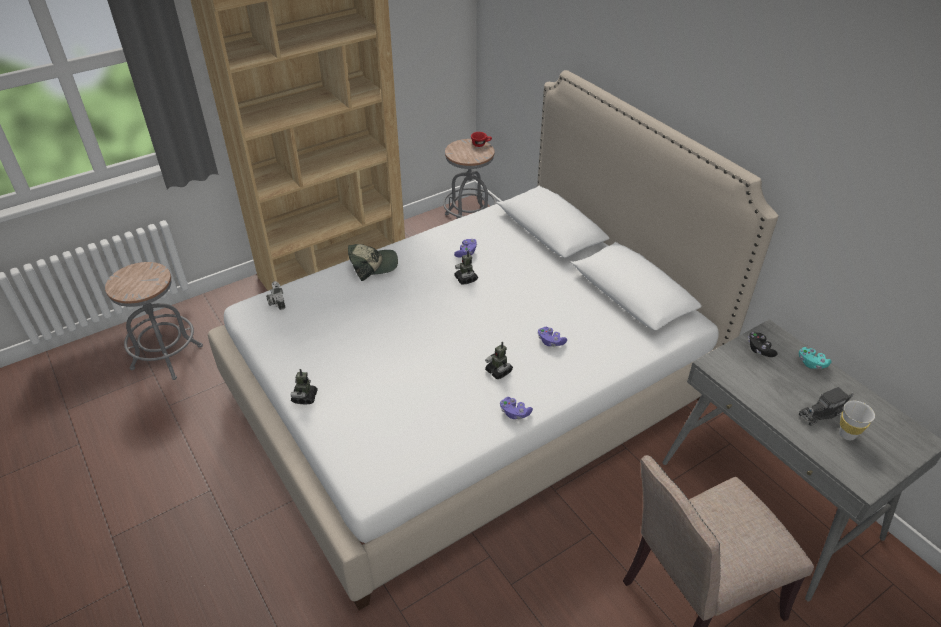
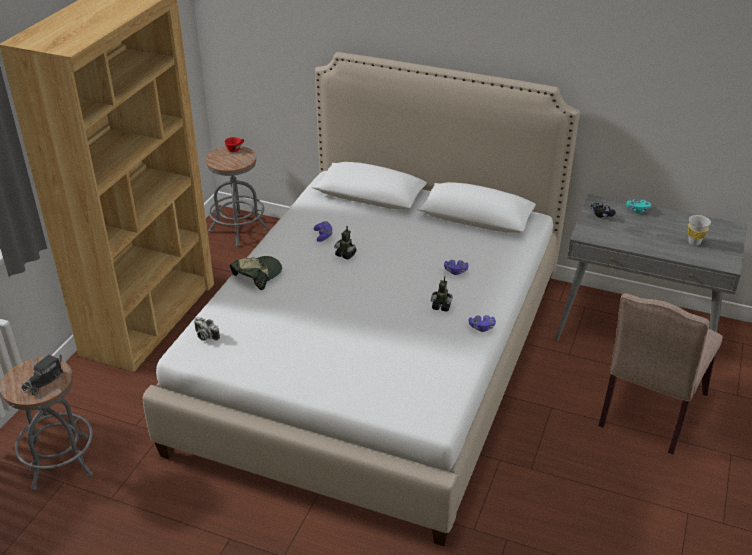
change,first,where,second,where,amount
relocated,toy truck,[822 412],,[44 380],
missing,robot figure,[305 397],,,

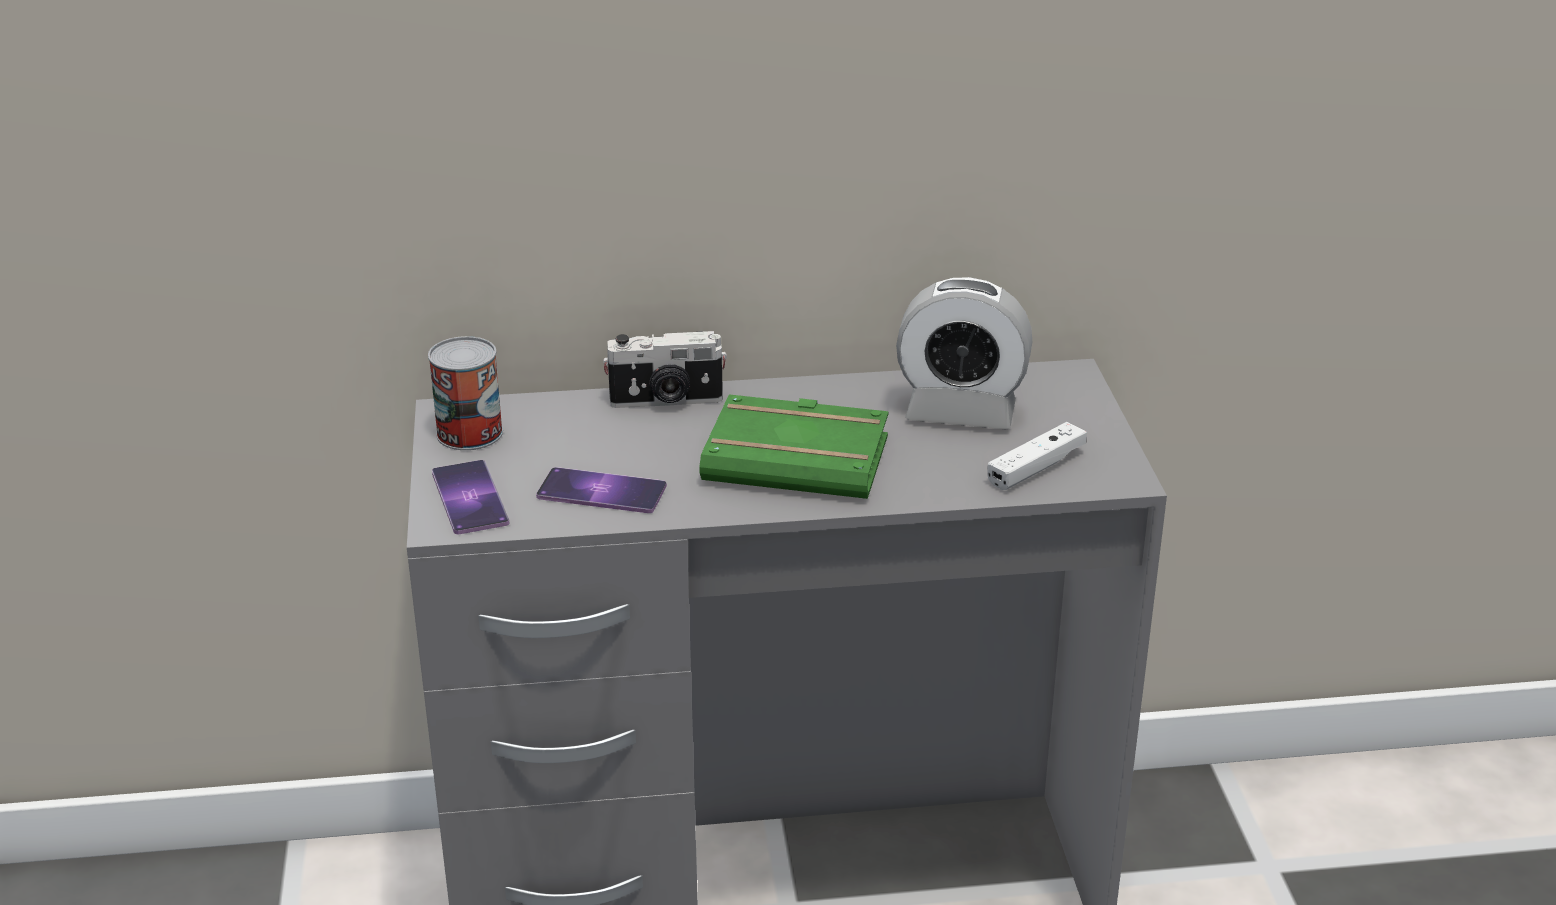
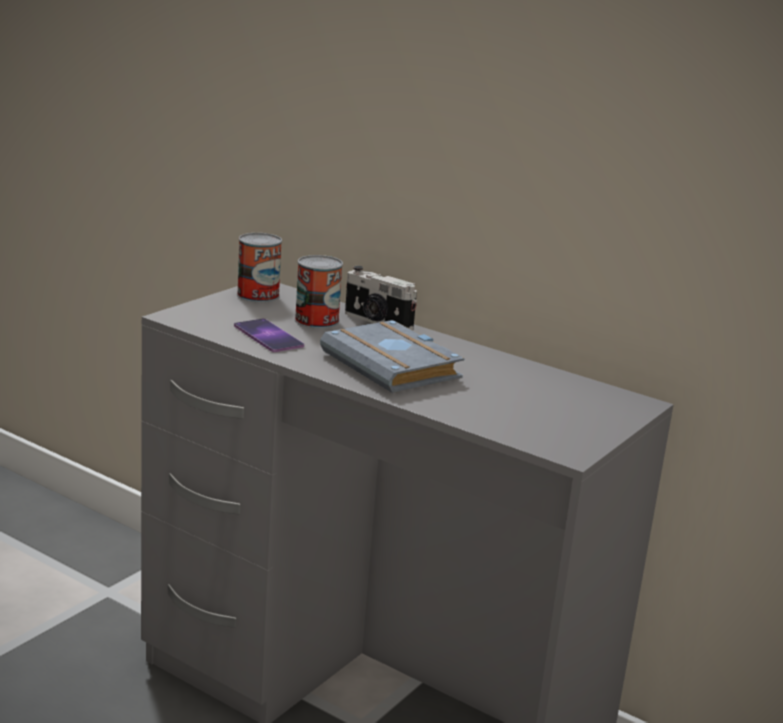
change,first,where,second,where,amount
appeared,,,metal can,[316 321],
colour,volume in greenish,[800 458],volume in grey,[395 367],
missing,handset,[470 498],,,
missing,table clock,[960 413],,,
missing,joypad in white-coloured,[1036 467],,,

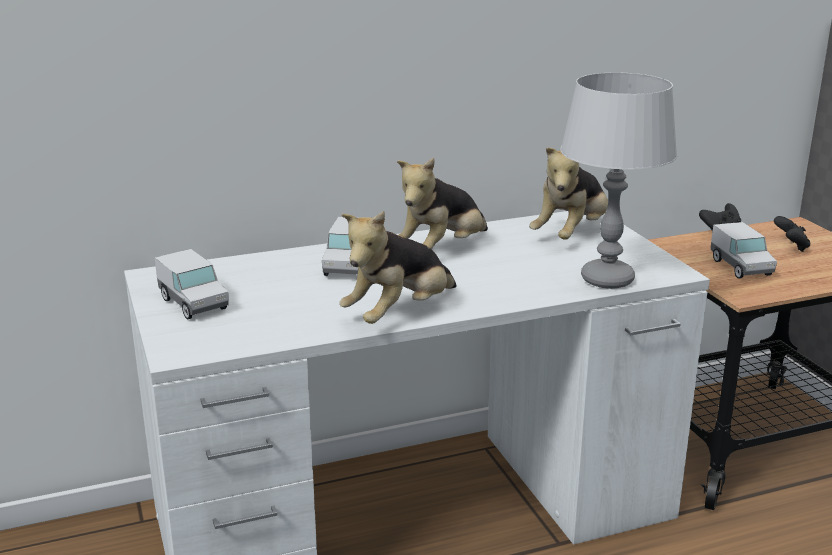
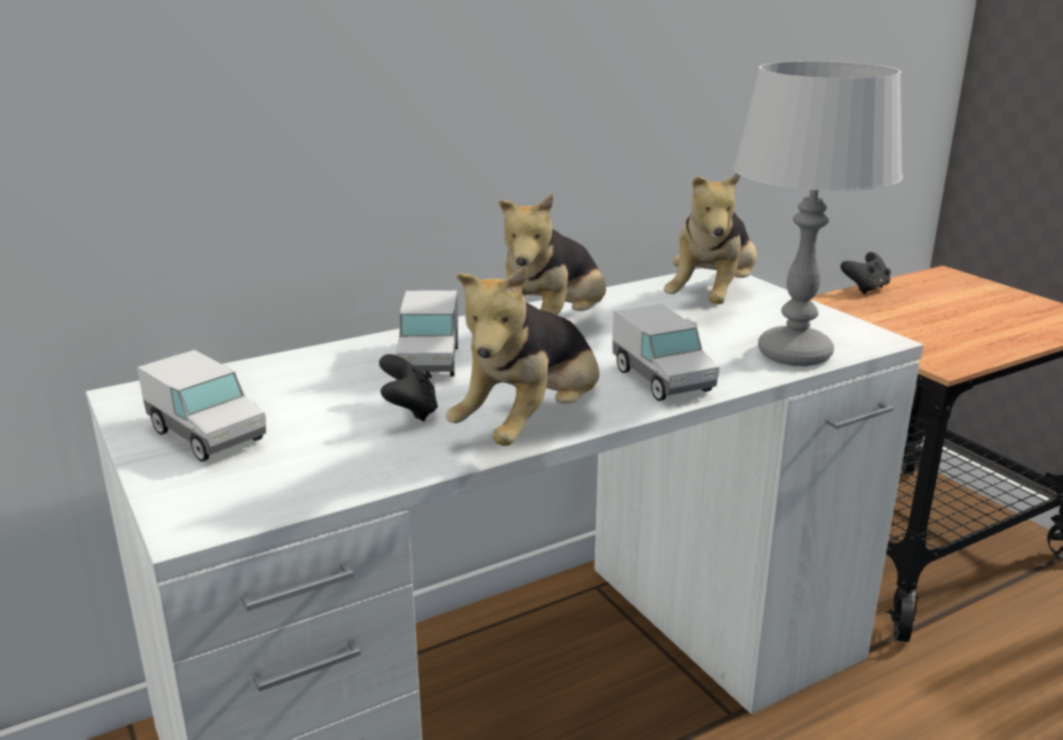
change,first,where,second,where,amount
relocated,joypad in blackish,[791 247],,[409 411],
relocated,toy truck,[740 267],,[661 380],

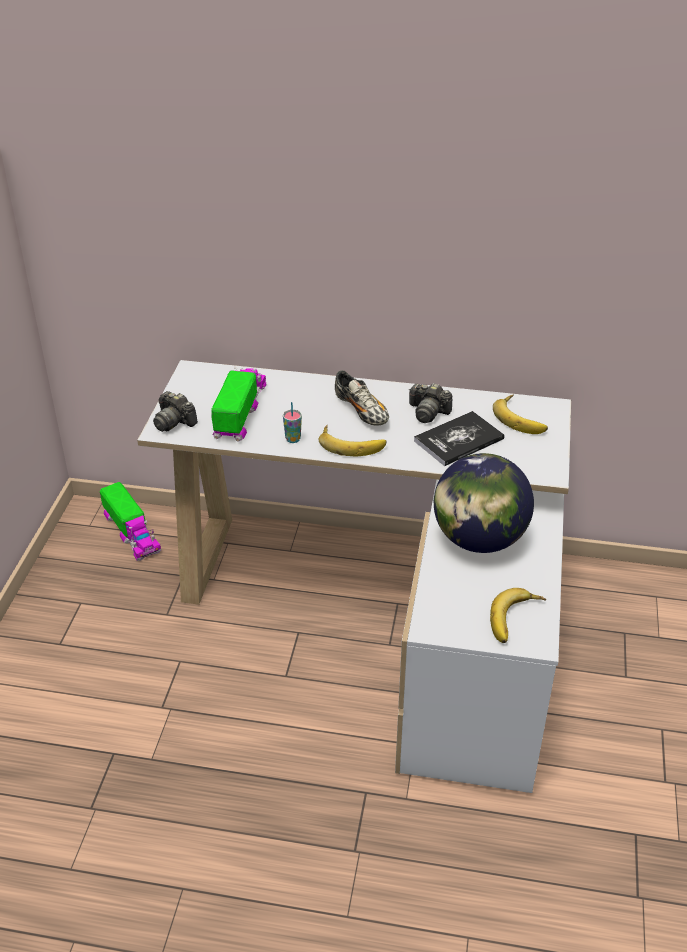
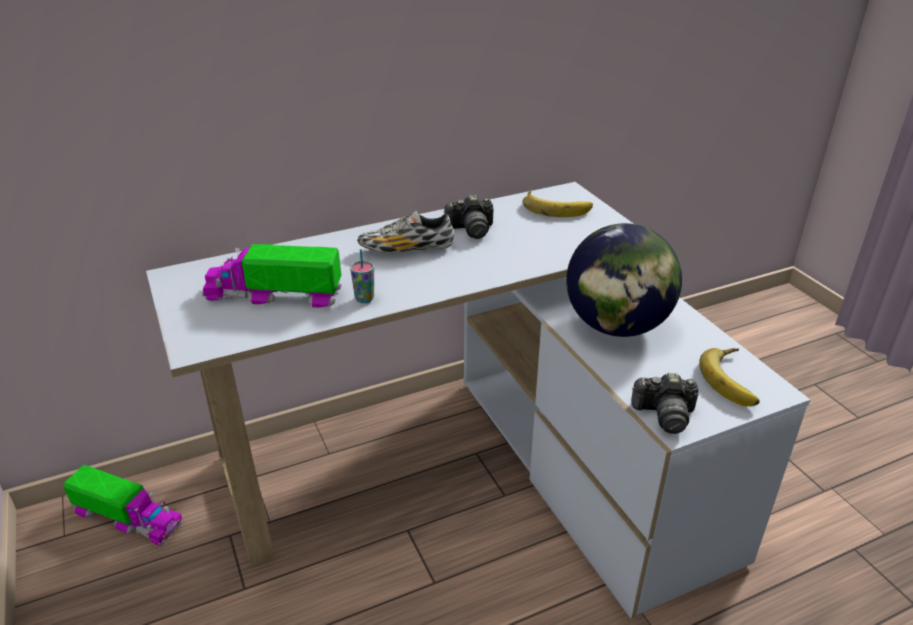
change,first,where,second,where,amount
spun,toy truck,[240 412],,[274 295],60 degrees counterclockwise
spun,shoe,[361 411],,[406 250],150 degrees clockwise
relocated,photo camera,[174 422],,[664 415],
missing,whole banana,[352 443],,,
missing,volume,[459 440],,,

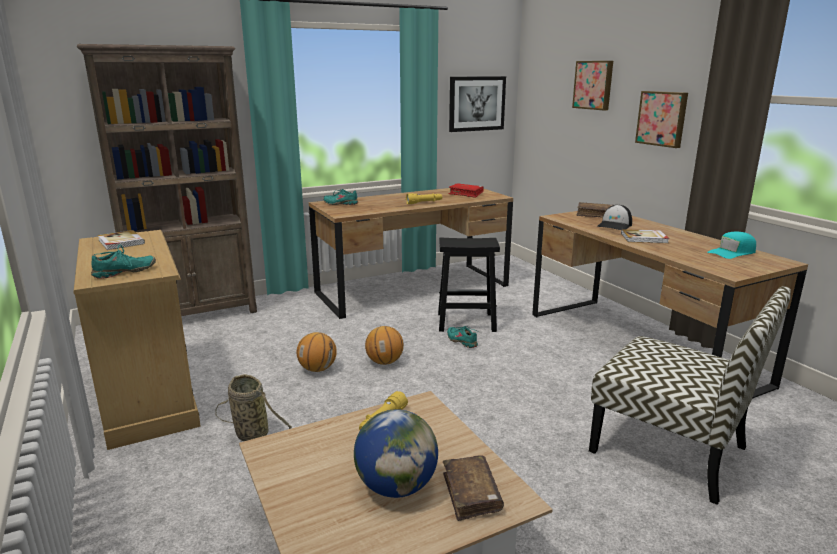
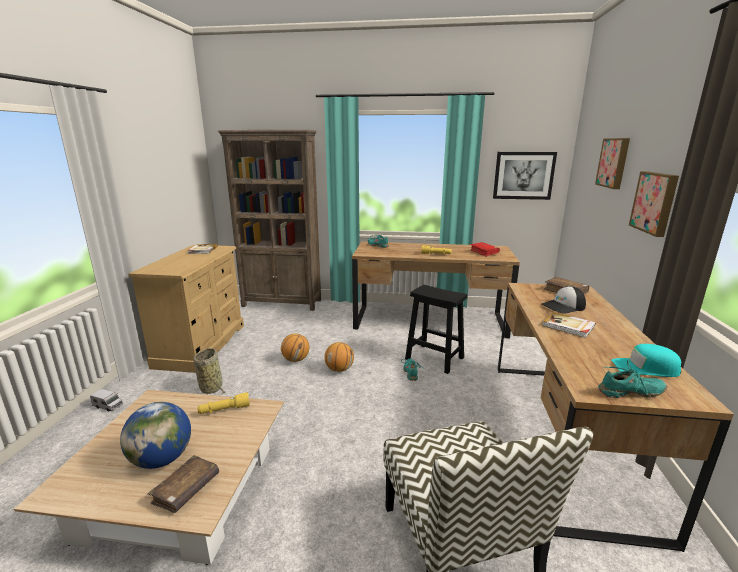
change,first,where,second,where,amount
appeared,,,toy truck,[108 406],
relocated,shoe in turquoise-coloured,[125 272],,[630 393],

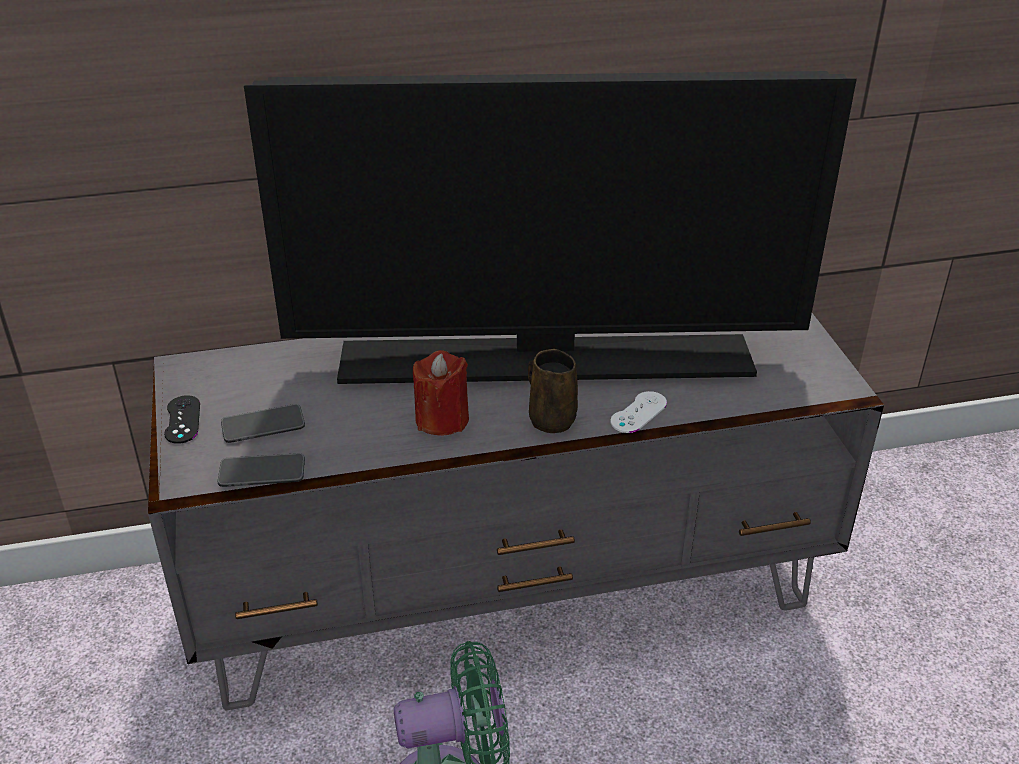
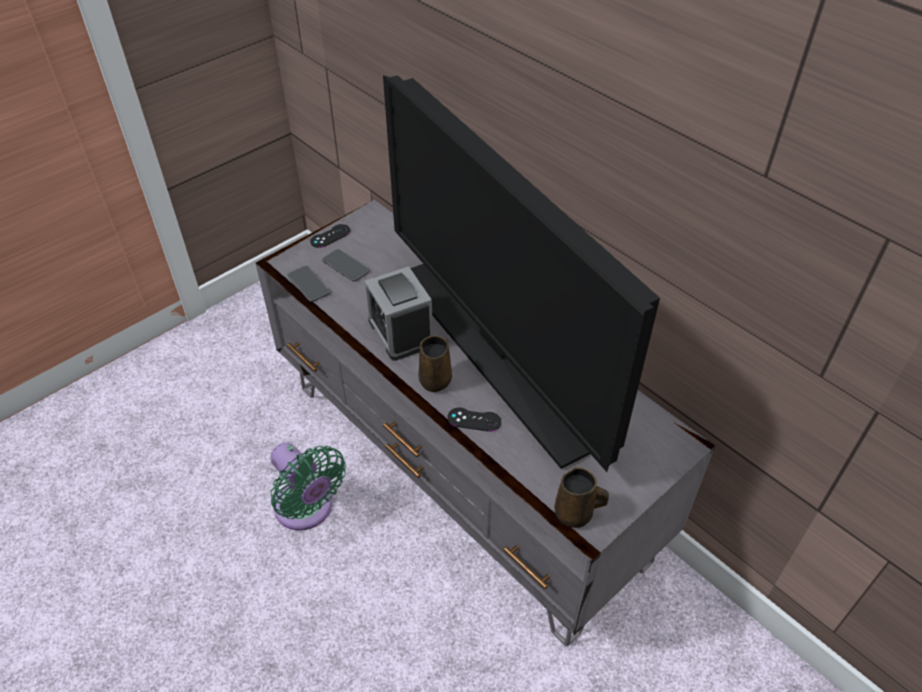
change,first,where,second,where,amount
exchanged,wax light in red,[442 419],table clock,[401 332],
colour,joypad in white-coloured,[638 412],joypad in blackish,[474 420],
appeared,,,coffee mug in brownish,[575 514],

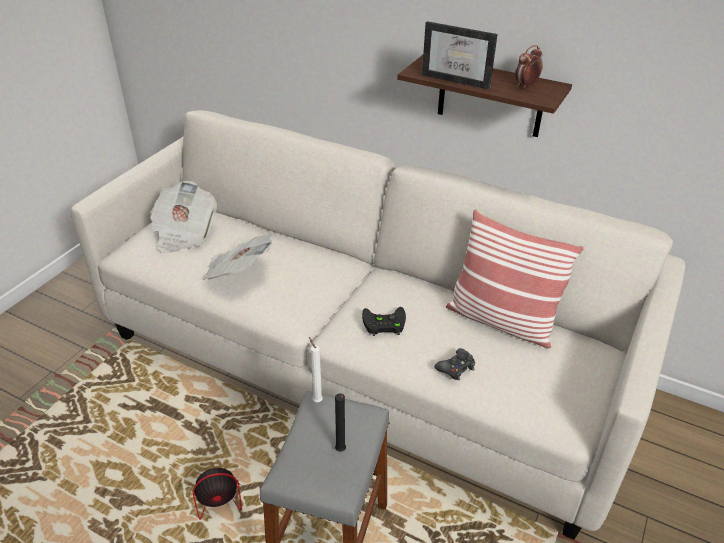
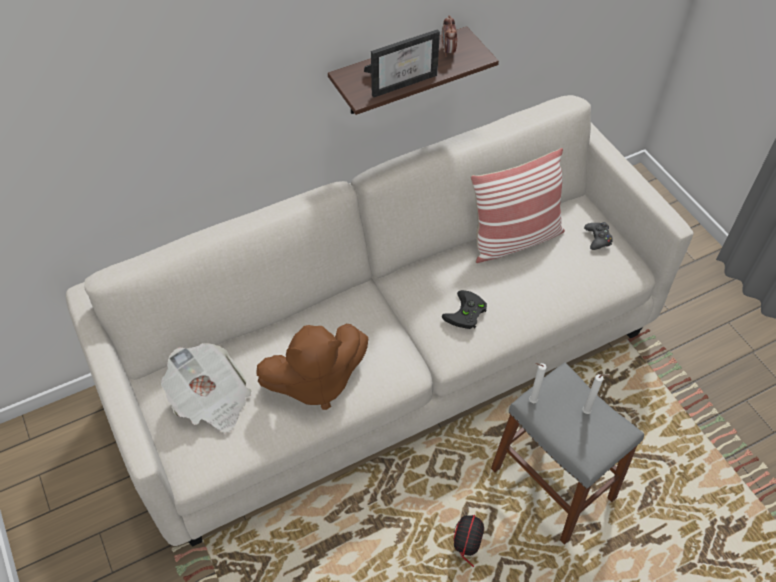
change,first,where,second,where,amount
exchanged,newspaper,[238 272],cuddly toy in brownish,[315 382],
colour,wax light in blackish,[341 451],wax light in white-coloured,[587 412],
relocated,joypad in blackish,[456 368],,[598 238],

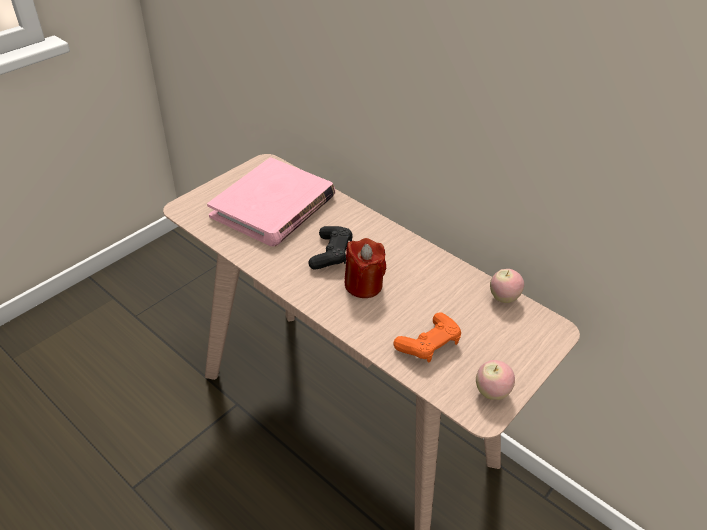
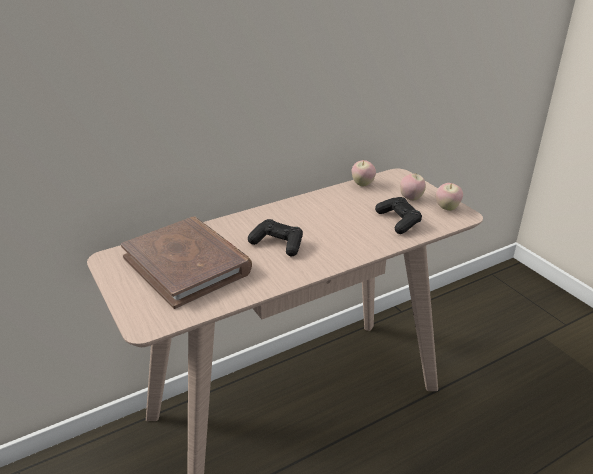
change,first,where,second,where,amount
colour,volume in pink,[273 206],volume in brownish,[187 264],
colour,joypad in orangey,[428 344],joypad in blackish,[398 221],
appeared,,,apple fruit,[411 198],
missing,wax light in red,[363 285],,,

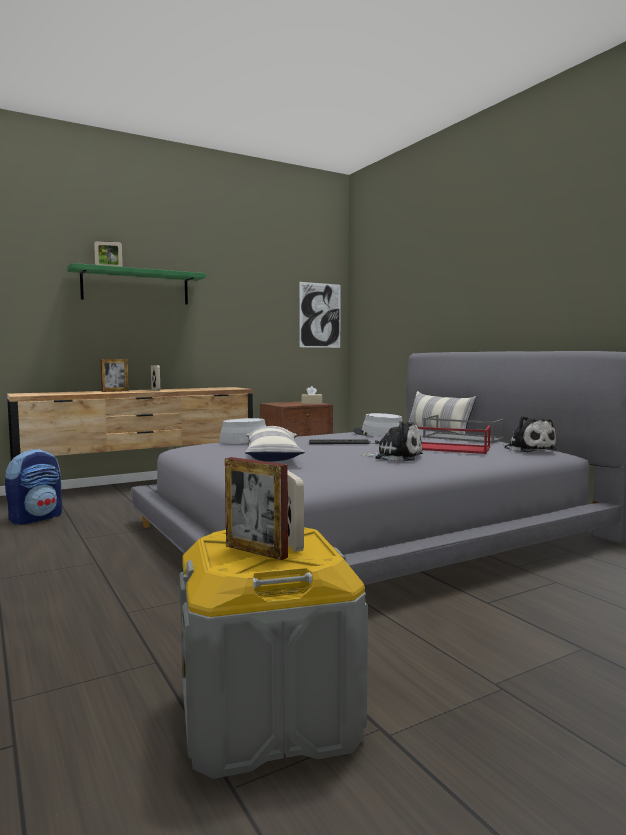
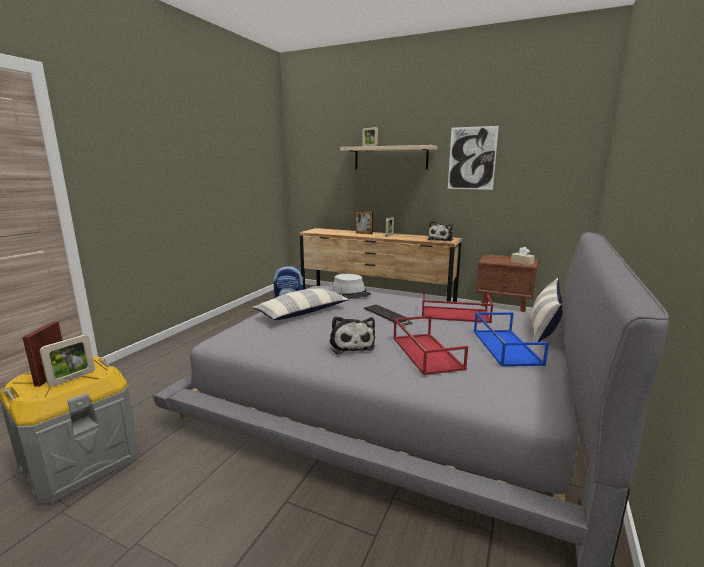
change,first,where,second,where,amount
colour,shelf in greenish,[136 287],shelf in beige,[390 158],
exchanged,hat in grey,[378 434],tray in red,[454 315],
relocated,cuddly toy,[528 449],,[441 240],
relocated,picture,[320 315],,[472 158],
colour,tray in grey,[462 438],tray in blue,[505 346],

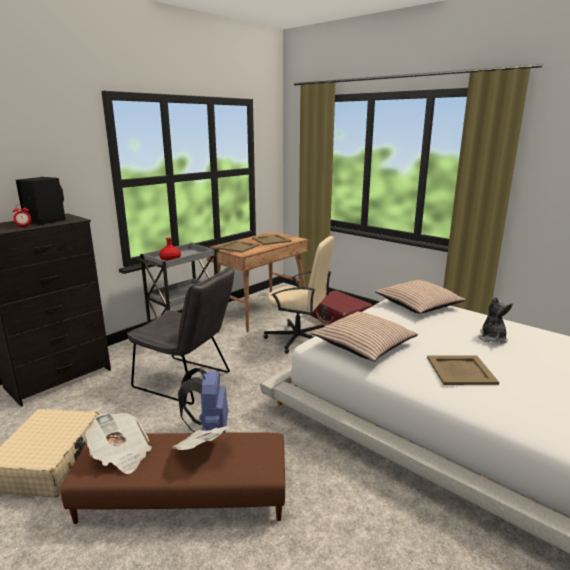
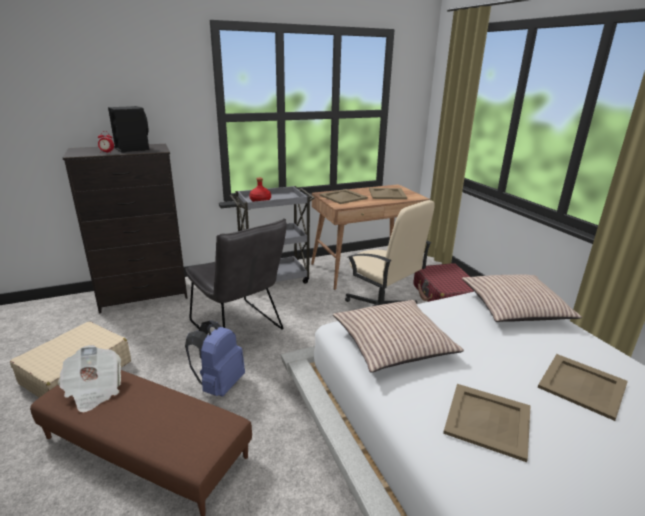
change,first,where,second,where,amount
exchanged,cuddly toy,[492 338],tray in beige,[581 385],
missing,newspaper,[201 450],,,

